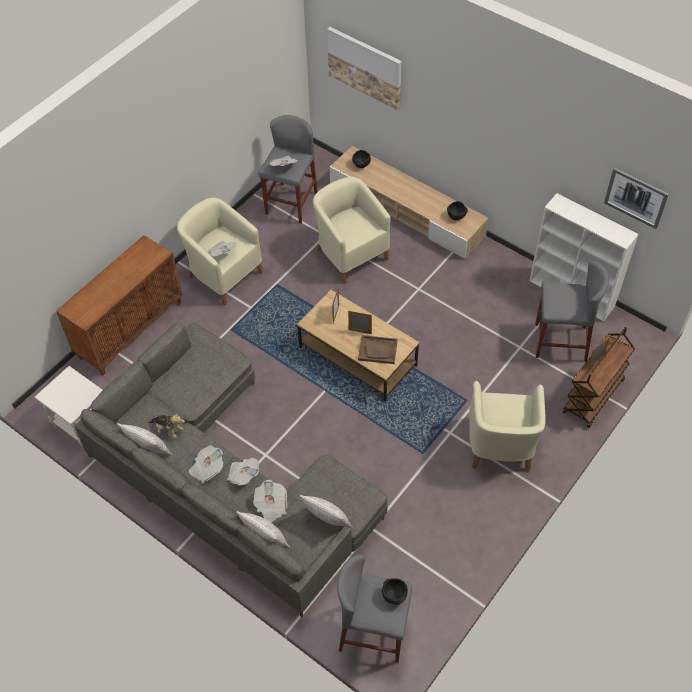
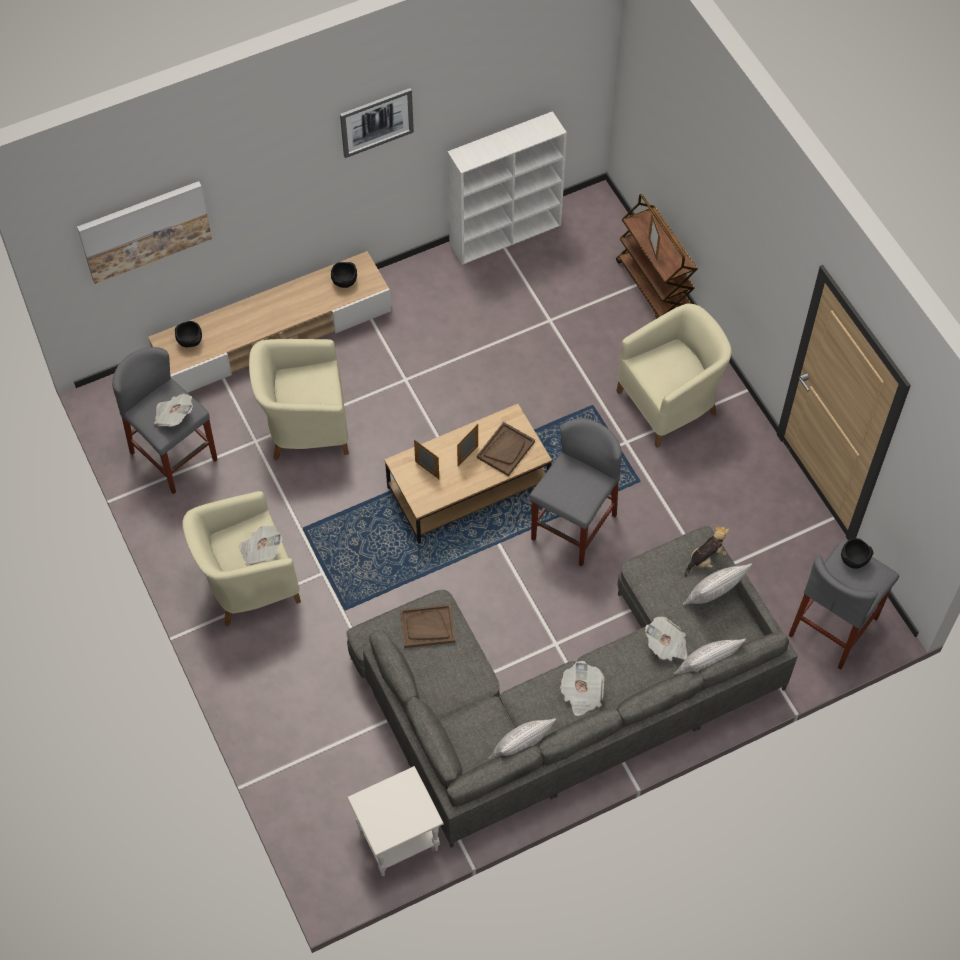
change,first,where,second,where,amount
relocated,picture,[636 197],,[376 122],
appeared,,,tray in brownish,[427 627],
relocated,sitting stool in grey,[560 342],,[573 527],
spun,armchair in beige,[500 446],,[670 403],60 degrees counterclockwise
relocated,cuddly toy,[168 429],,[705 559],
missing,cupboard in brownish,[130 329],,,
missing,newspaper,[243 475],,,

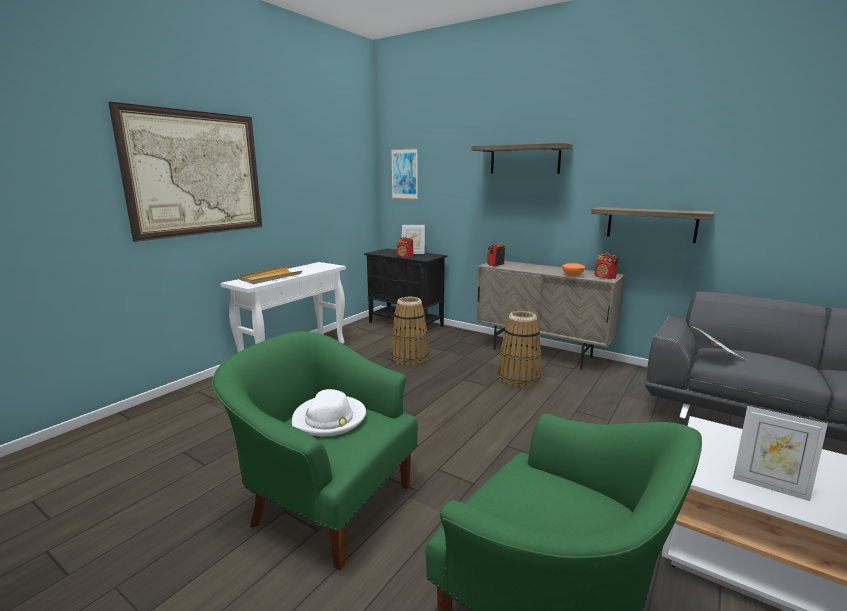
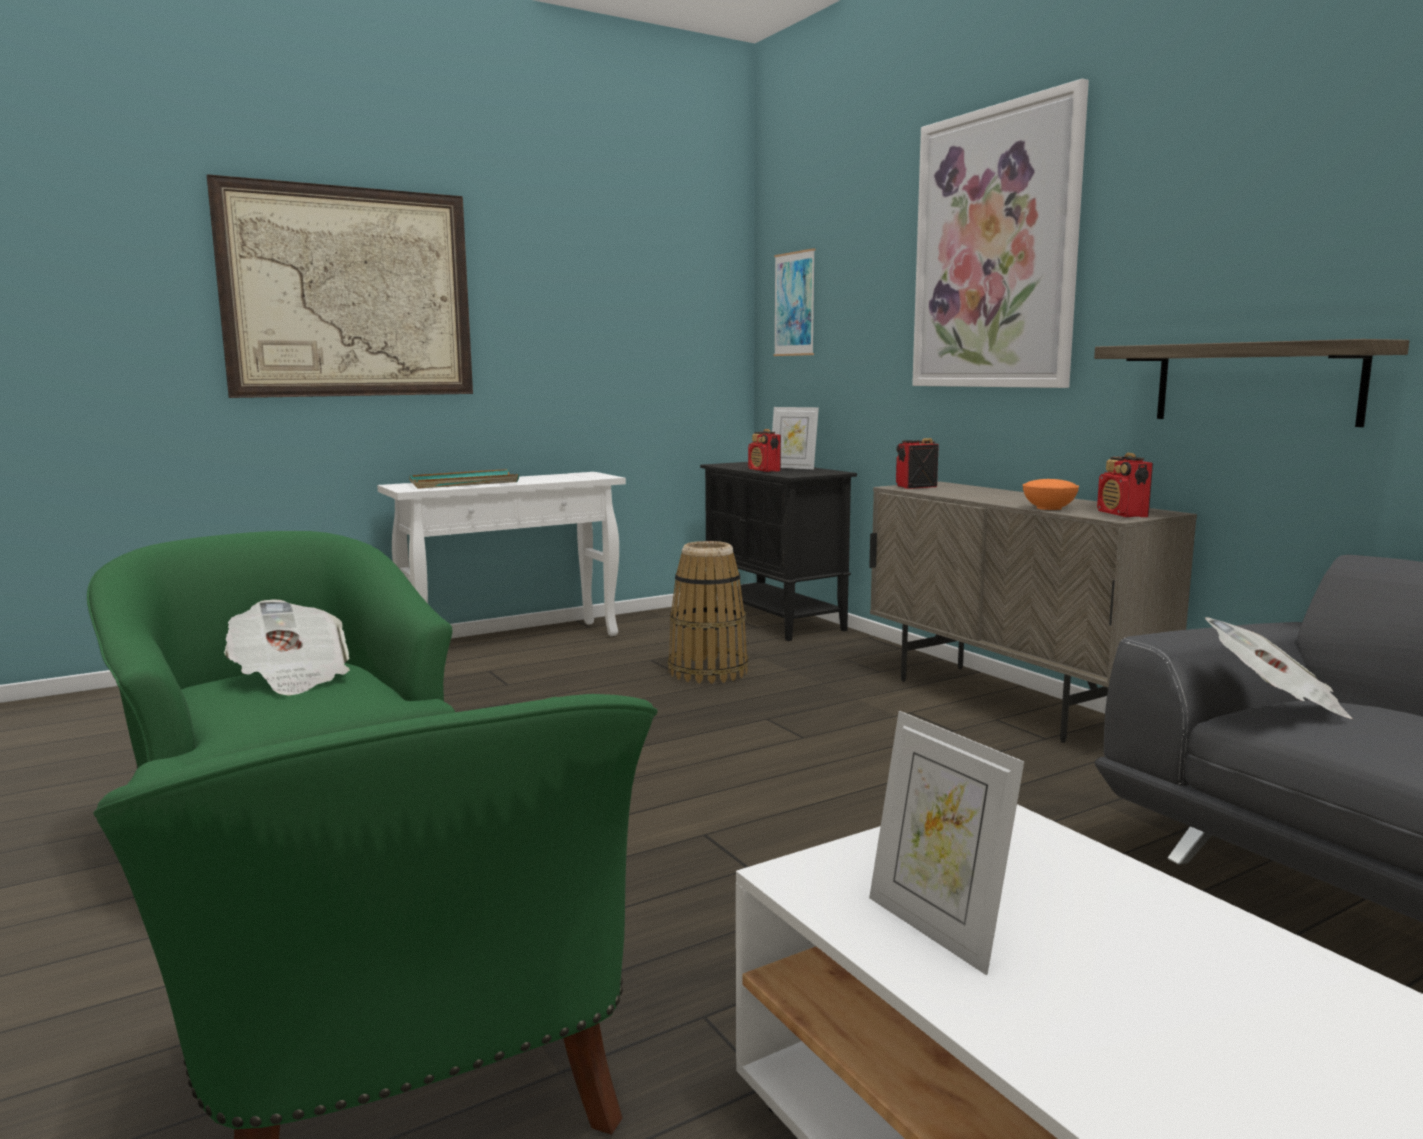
change,first,where,second,where,amount
exchanged,hat in white-coloured,[329 419],newspaper,[291 677],
colour,tray in beige,[270 277],tray in turquoise-coloured,[463 483],
exchanged,shelf,[524 159],picture,[994 250],
missing,household basket,[519 378],,,

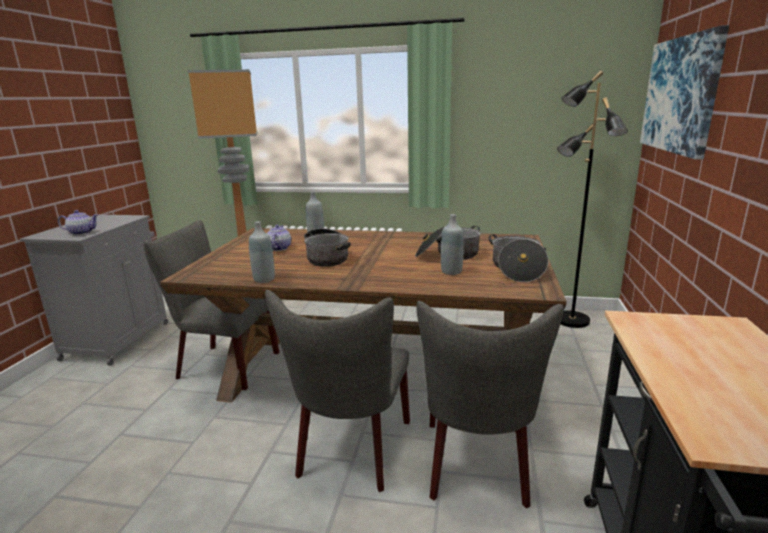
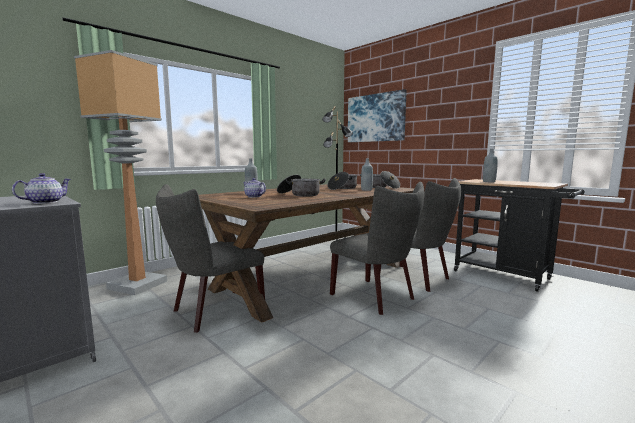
change,first,where,second,where,amount
relocated,bottle in grey,[264 279],,[489 182],

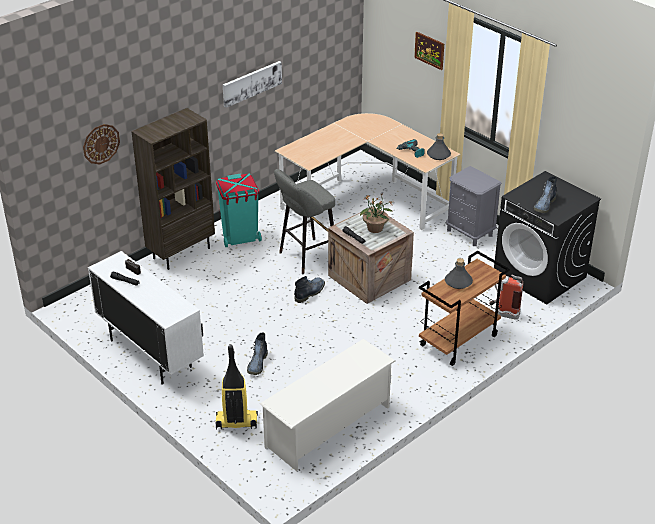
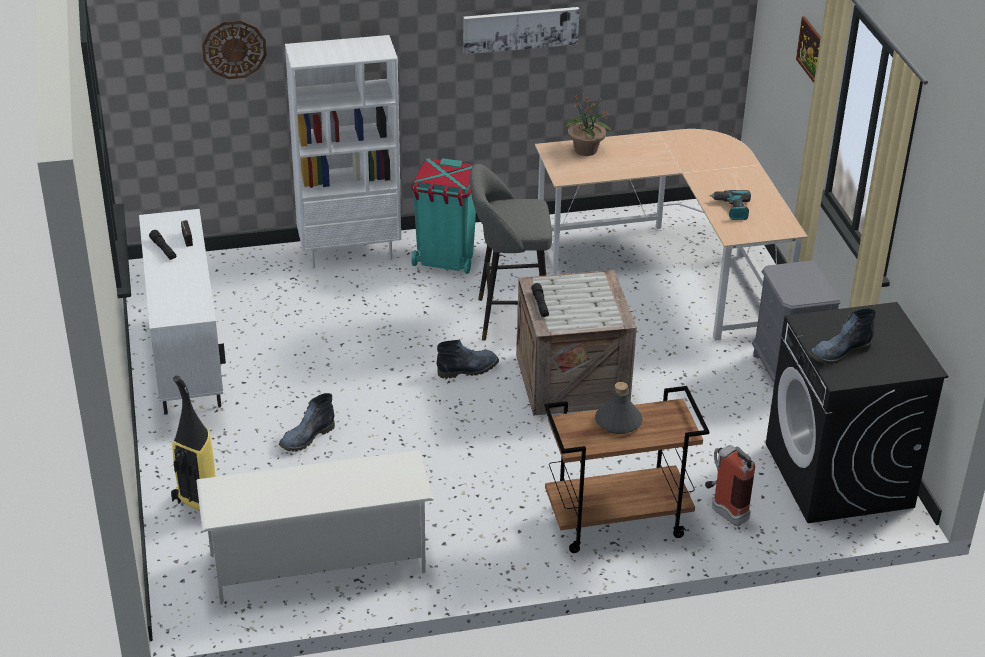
change,first,where,second,where,amount
colour,shelving unit in brownish,[181 252],shelving unit in white-coloured,[350 252],
relocated,houseplant,[375 229],,[586 150],
missing,bottle in grey,[438 155],,,

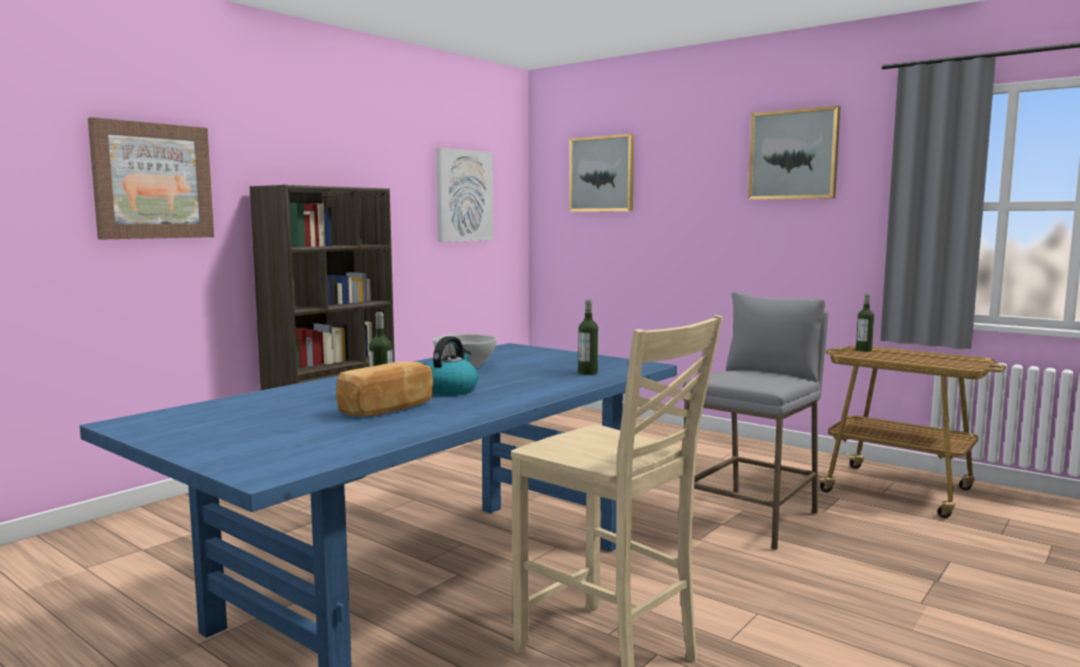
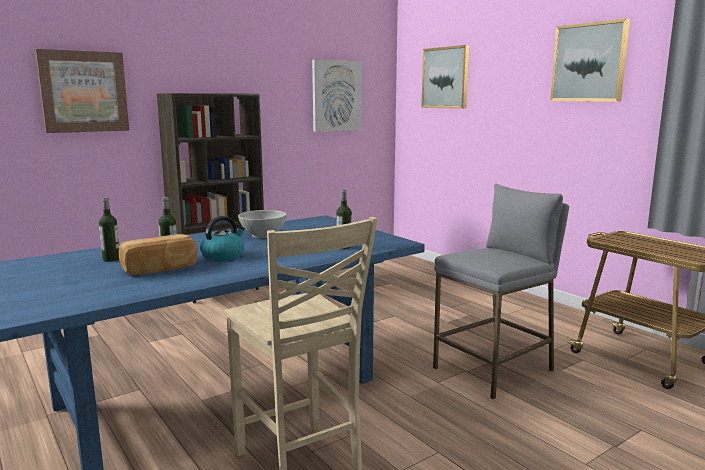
change,first,where,second,where,amount
relocated,bottle,[863 350],,[111 259],

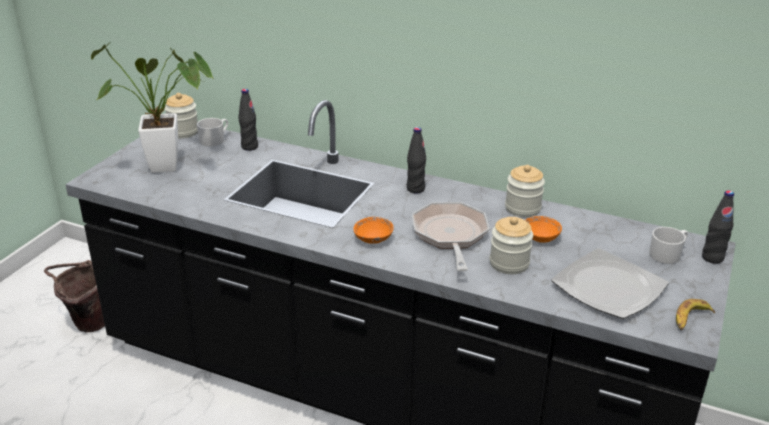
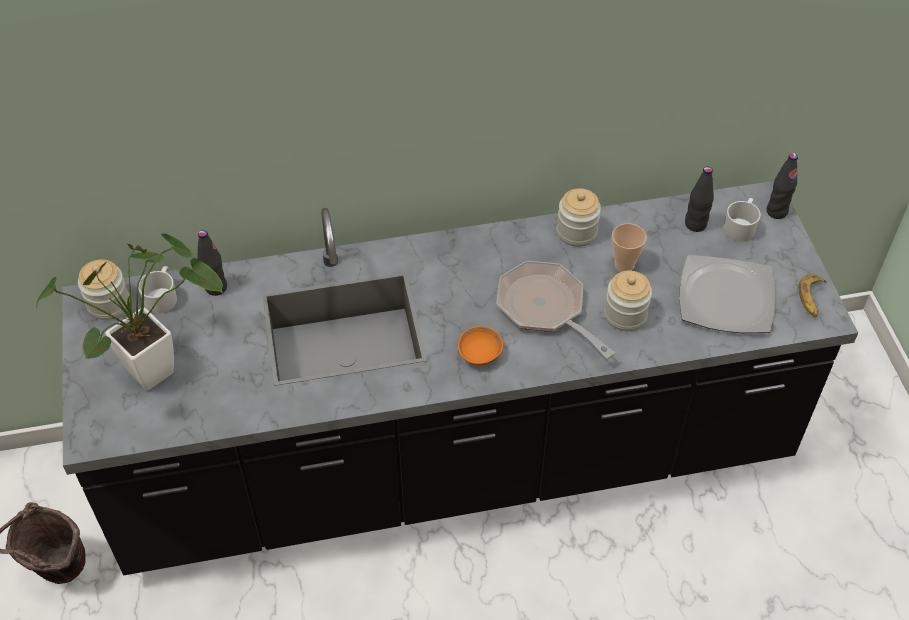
change,first,where,second,where,amount
exchanged,bowl in orangey,[540 238],cup,[624 265],
relocated,bottle in blackish,[415 189],,[695 224],

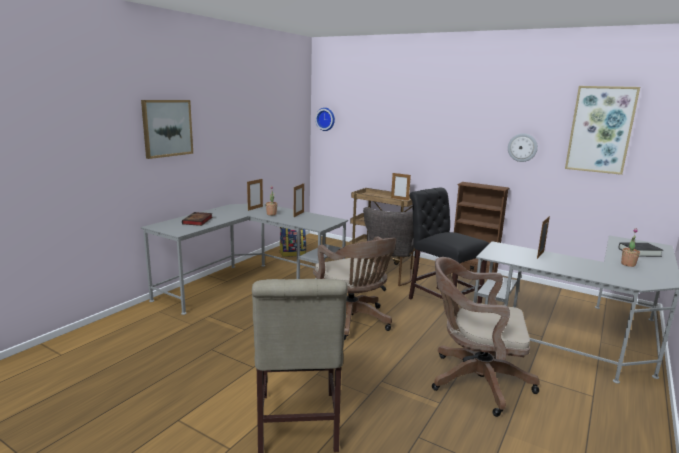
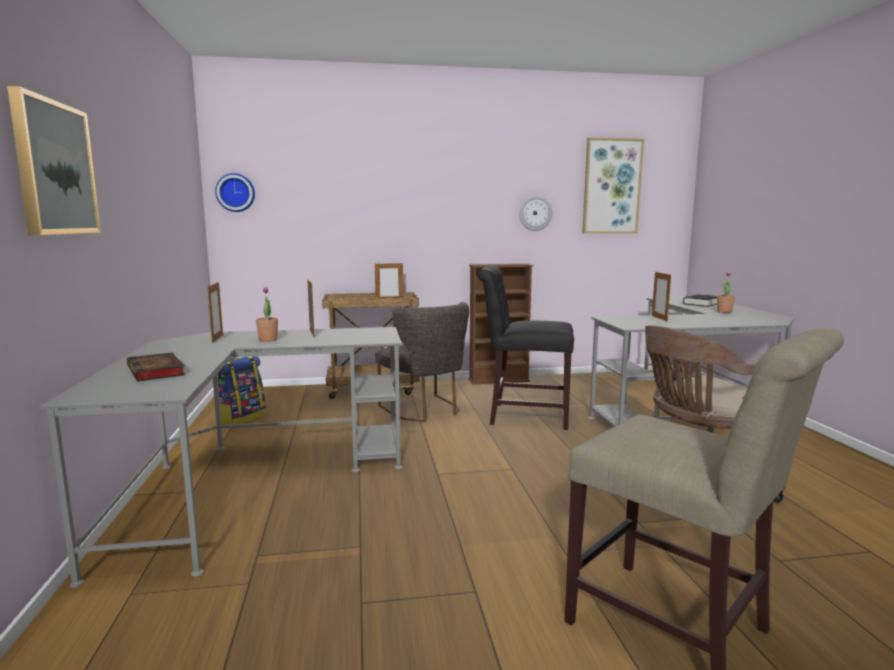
change,first,where,second,where,amount
missing,computer chair in brownish,[352 322],,,

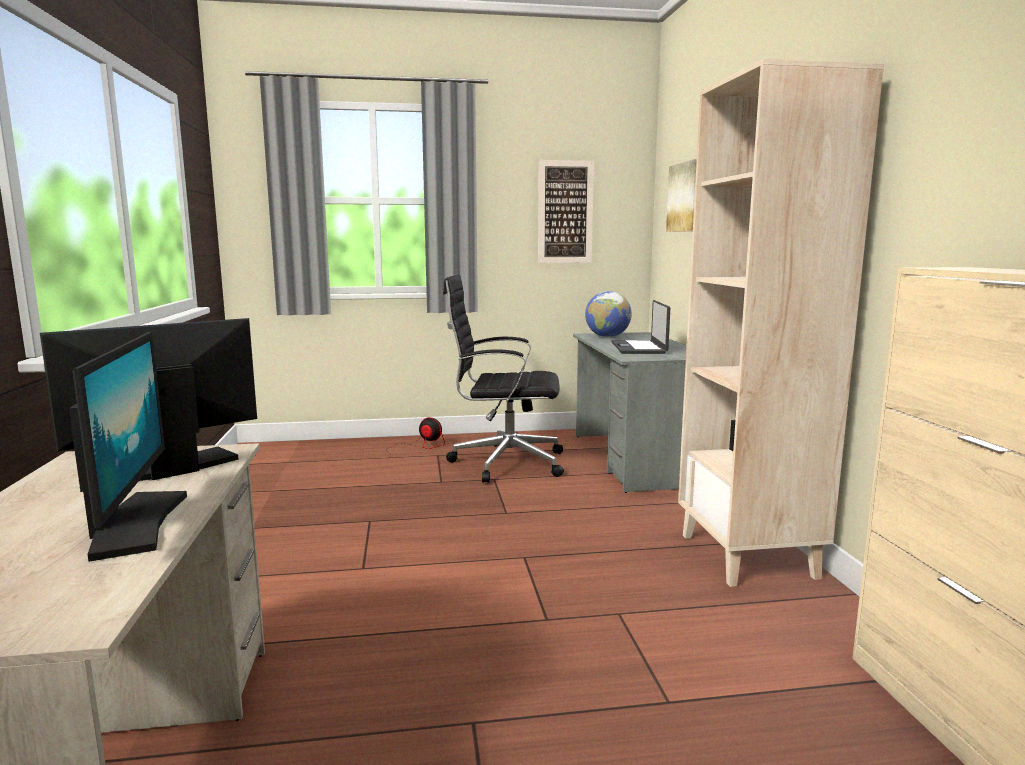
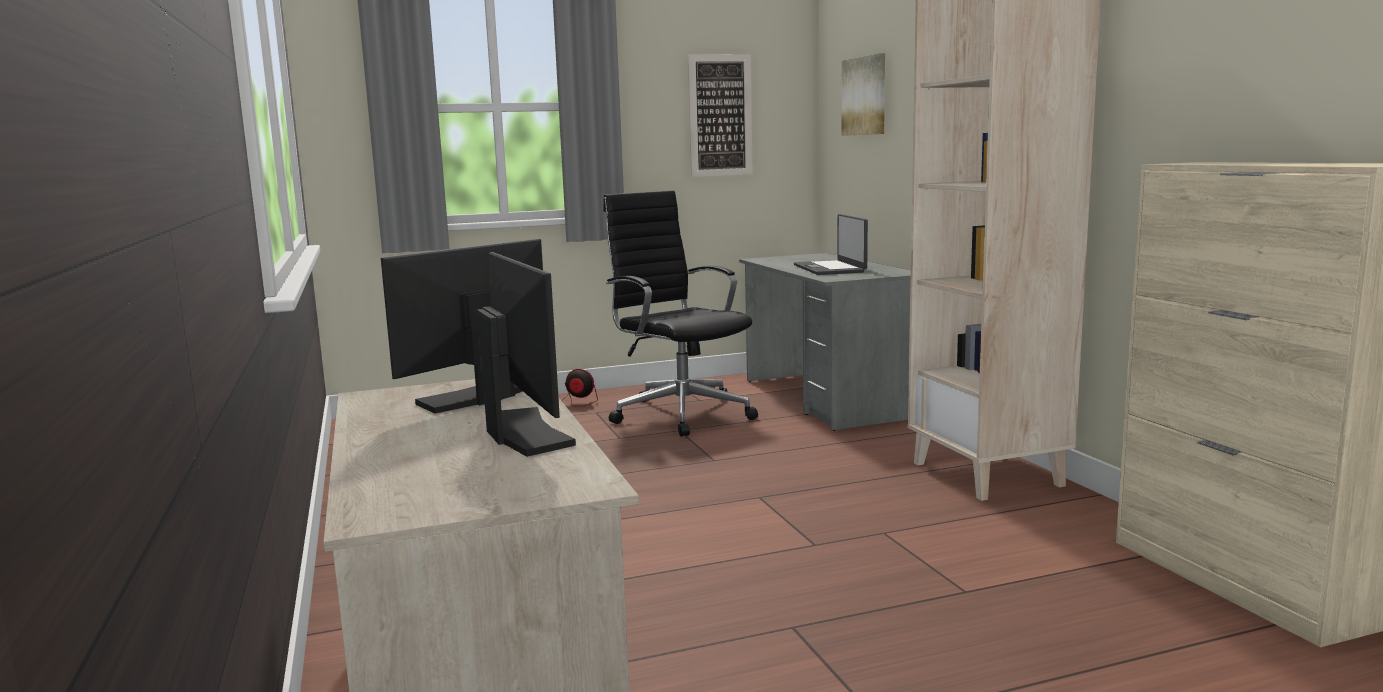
change,first,where,second,where,amount
spun,computer chair in blackish,[504 462],,[680 413],60 degrees clockwise
missing,globe,[607 337],,,

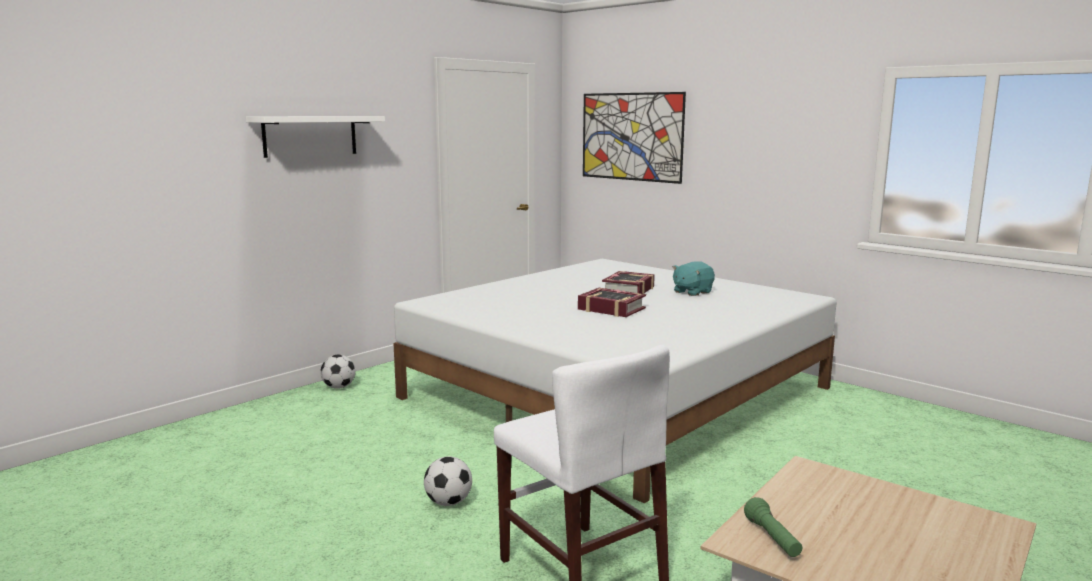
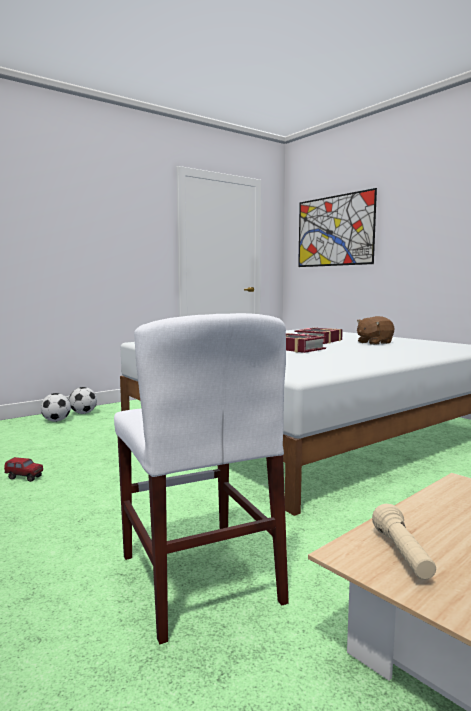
change,first,where,second,where,amount
appeared,,,toy truck,[24 477],
relocated,ball for football,[448 503],,[56 421],
colour,cuddly toy in turquoise-coloured,[692 292],cuddly toy in brownish,[374 343],
colour,flashlight in greenish,[772 539],flashlight in beige,[402 555],
missing,shelf in white-coloured,[310 136],,,

